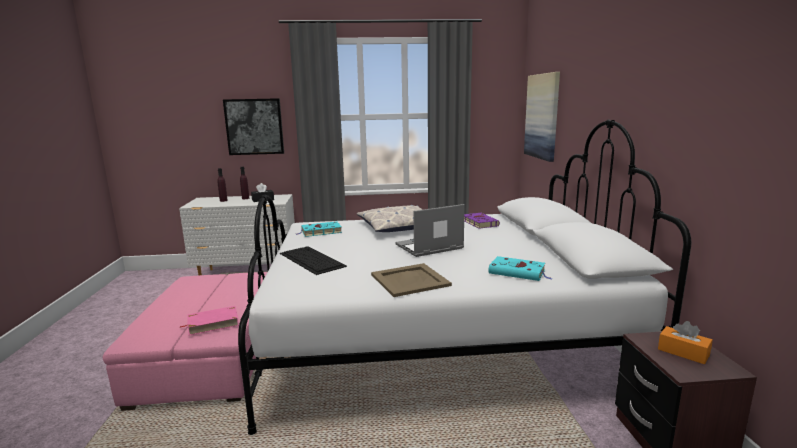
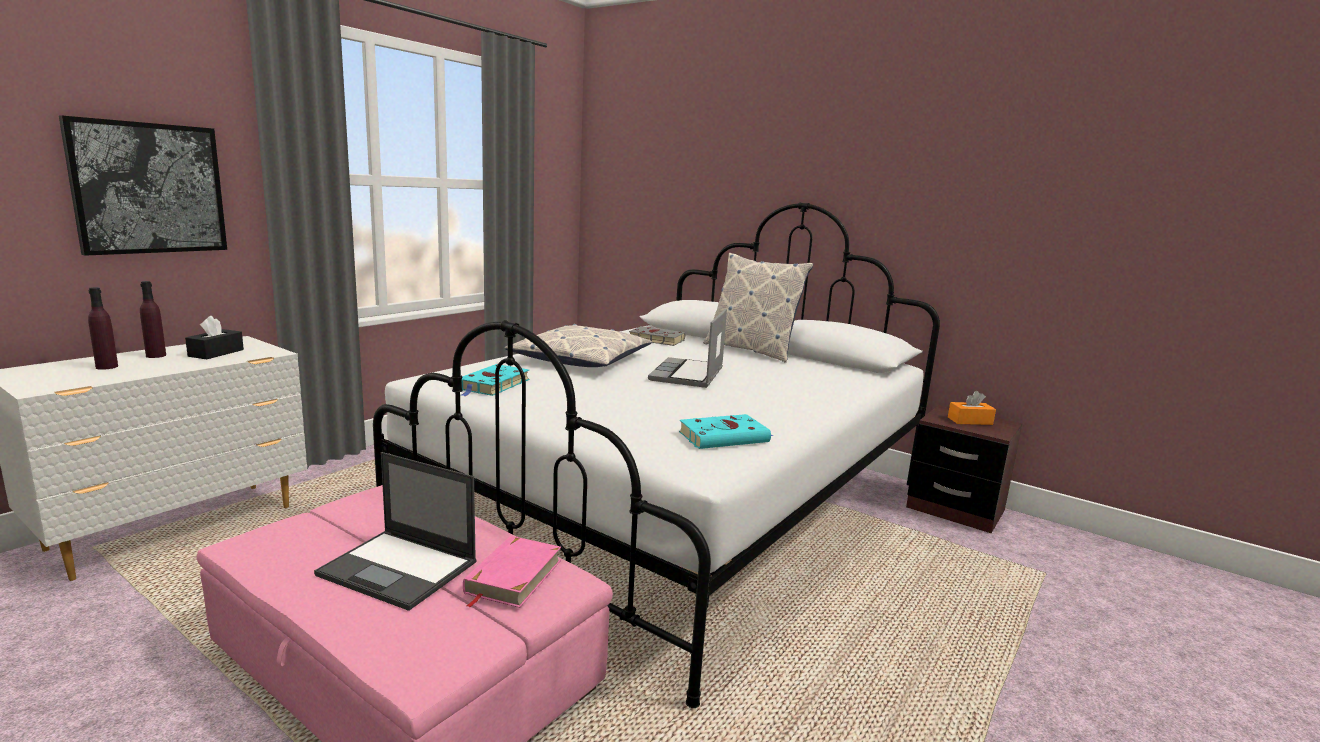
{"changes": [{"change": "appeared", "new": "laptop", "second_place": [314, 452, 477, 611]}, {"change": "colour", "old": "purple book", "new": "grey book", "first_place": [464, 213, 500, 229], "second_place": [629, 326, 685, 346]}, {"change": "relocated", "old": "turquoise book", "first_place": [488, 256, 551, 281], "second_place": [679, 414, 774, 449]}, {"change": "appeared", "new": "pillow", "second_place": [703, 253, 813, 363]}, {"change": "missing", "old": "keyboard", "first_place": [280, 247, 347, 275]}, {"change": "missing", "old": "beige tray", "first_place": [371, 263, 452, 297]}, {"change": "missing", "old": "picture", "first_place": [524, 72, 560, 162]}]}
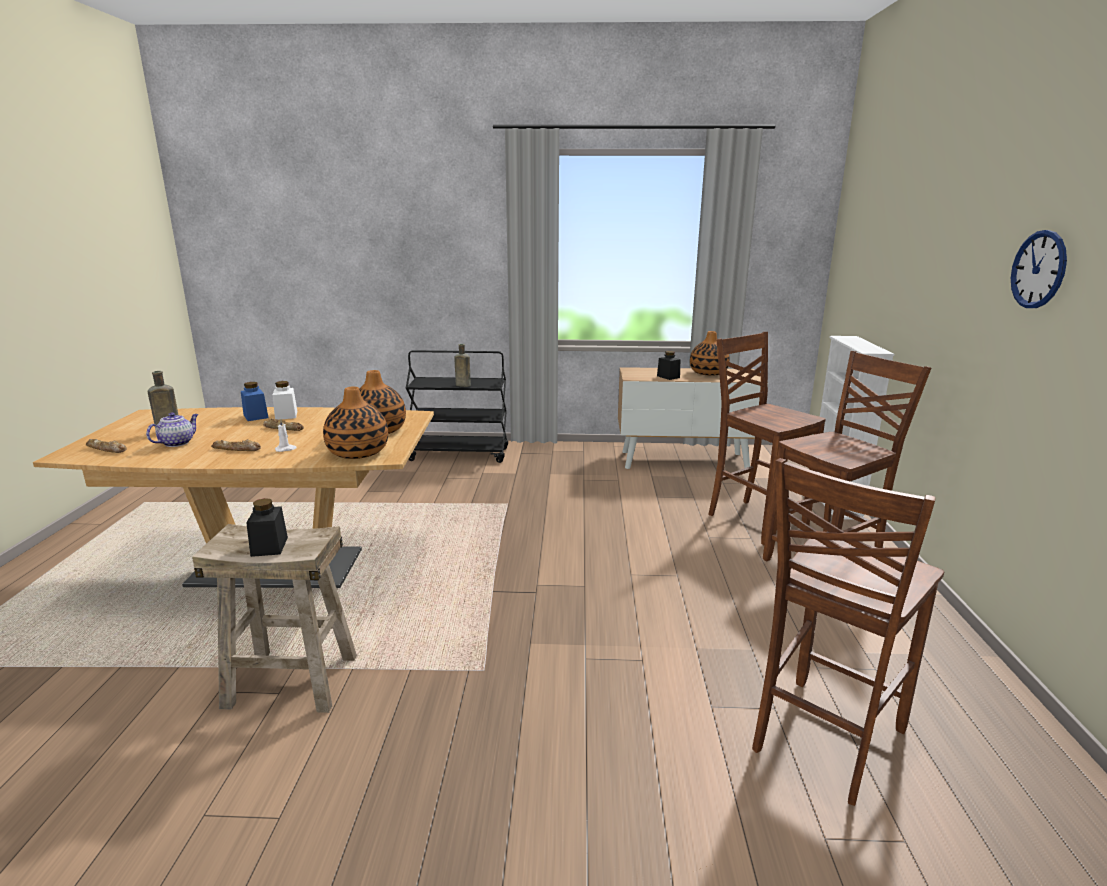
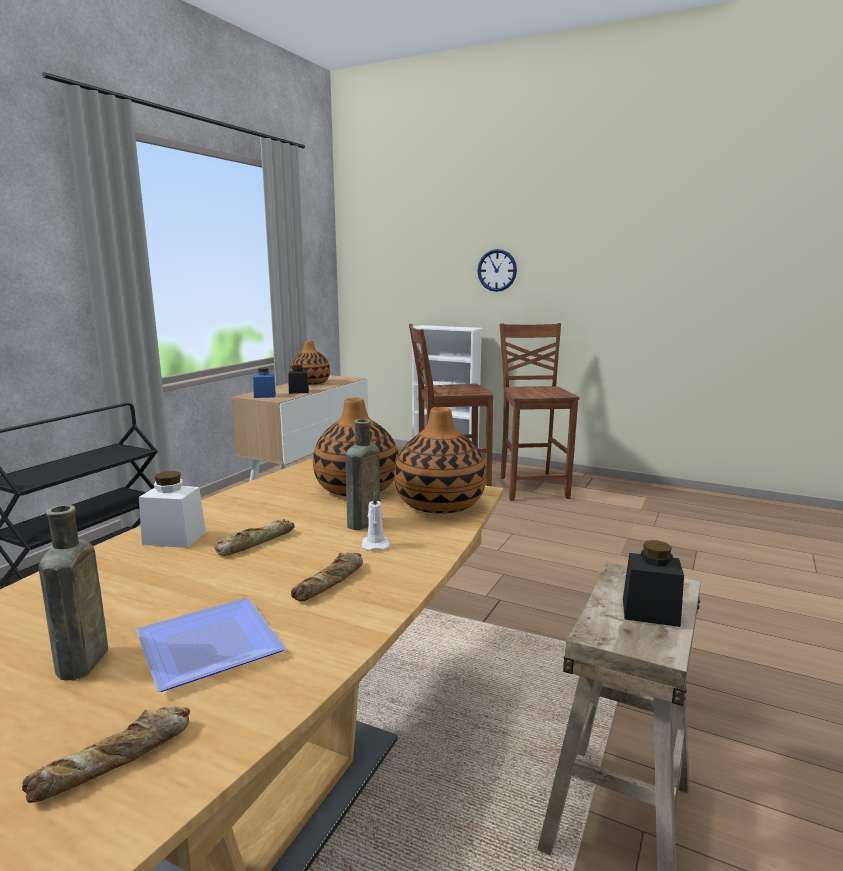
{"changes": [{"change": "exchanged", "old": "teapot", "new": "plate", "first_place": [146, 413, 199, 447], "second_place": [136, 597, 286, 692]}, {"change": "relocated", "old": "blue jar", "first_place": [241, 382, 269, 421], "second_place": [253, 368, 276, 398]}, {"change": "relocated", "old": "brown bottle", "first_place": [454, 344, 471, 387], "second_place": [346, 419, 380, 530]}, {"change": "relocated", "old": "wall clock", "first_place": [1011, 230, 1067, 308], "second_place": [477, 249, 517, 292]}, {"change": "missing", "old": "brown chair", "first_place": [752, 458, 944, 806]}]}
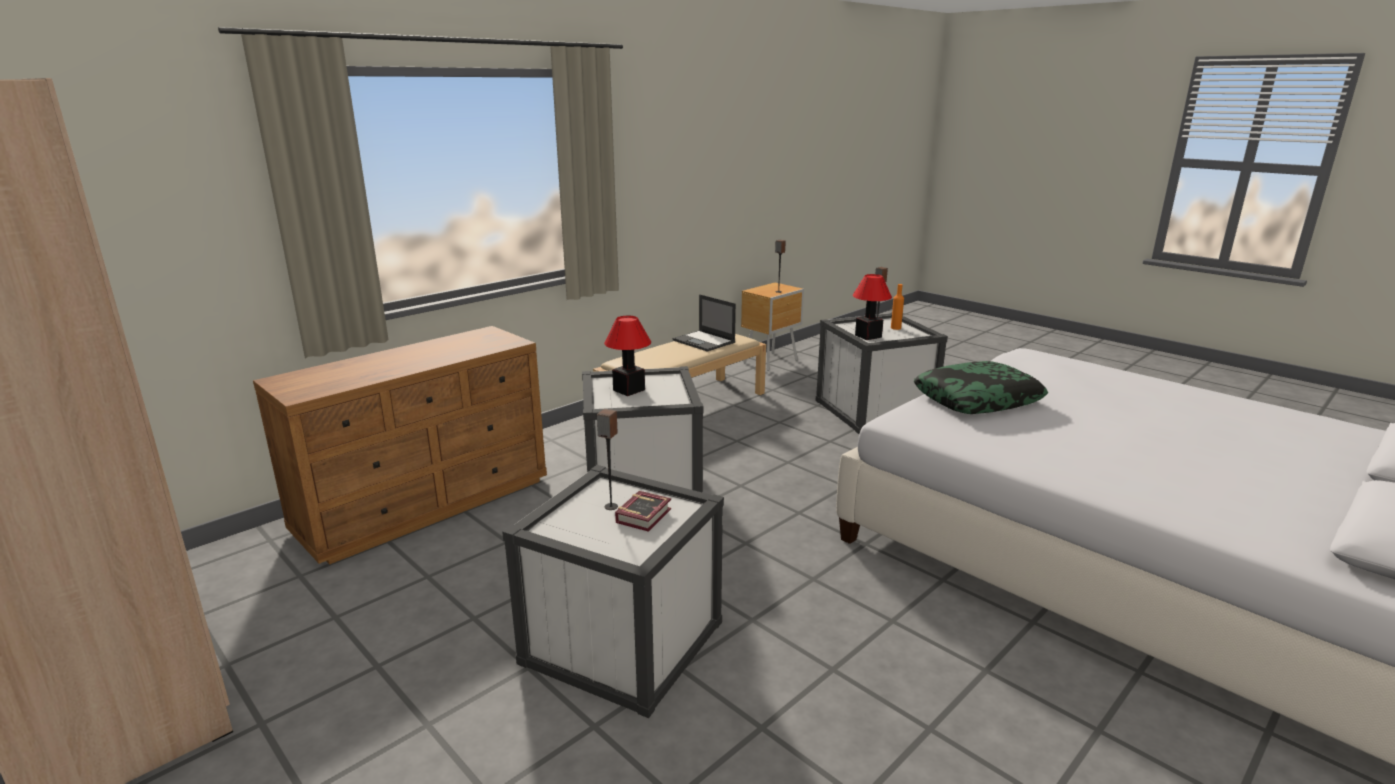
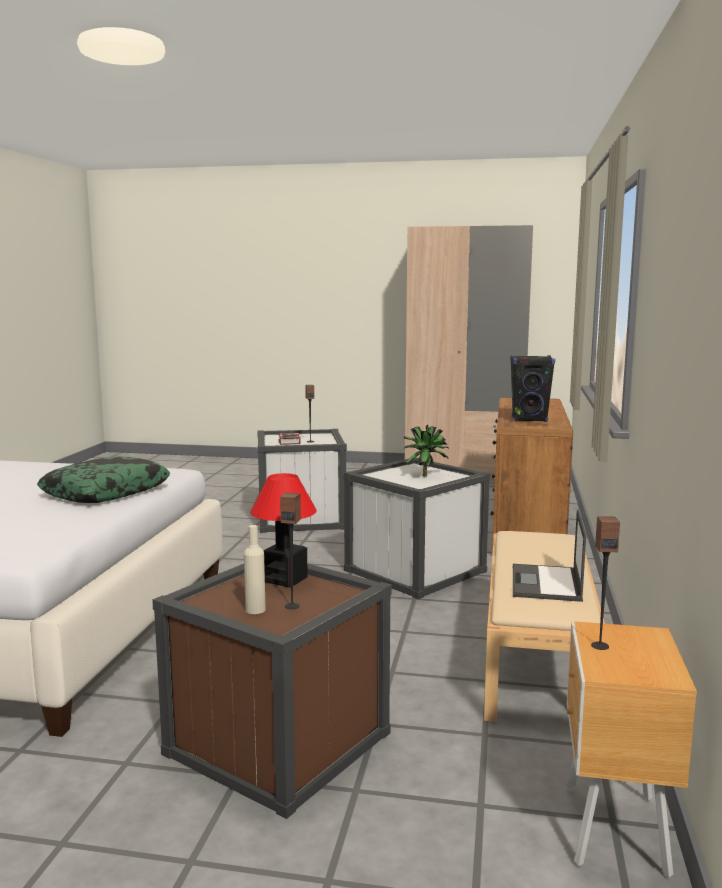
{"changes": [{"change": "colour", "old": "white storage box", "new": "brown storage box", "first_place": [815, 313, 948, 434], "second_place": [152, 563, 392, 819]}, {"change": "colour", "old": "orange bottle", "new": "beige bottle", "first_place": [891, 284, 904, 330], "second_place": [244, 525, 266, 614]}, {"change": "exchanged", "old": "table lamp", "new": "potted plant", "first_place": [604, 316, 651, 396], "second_place": [403, 425, 450, 477]}, {"change": "appeared", "new": "black speaker", "second_place": [510, 355, 555, 422]}, {"change": "spun", "old": "laptop", "first_place": [672, 294, 736, 352], "second_place": [513, 509, 586, 602], "degrees": -90}]}
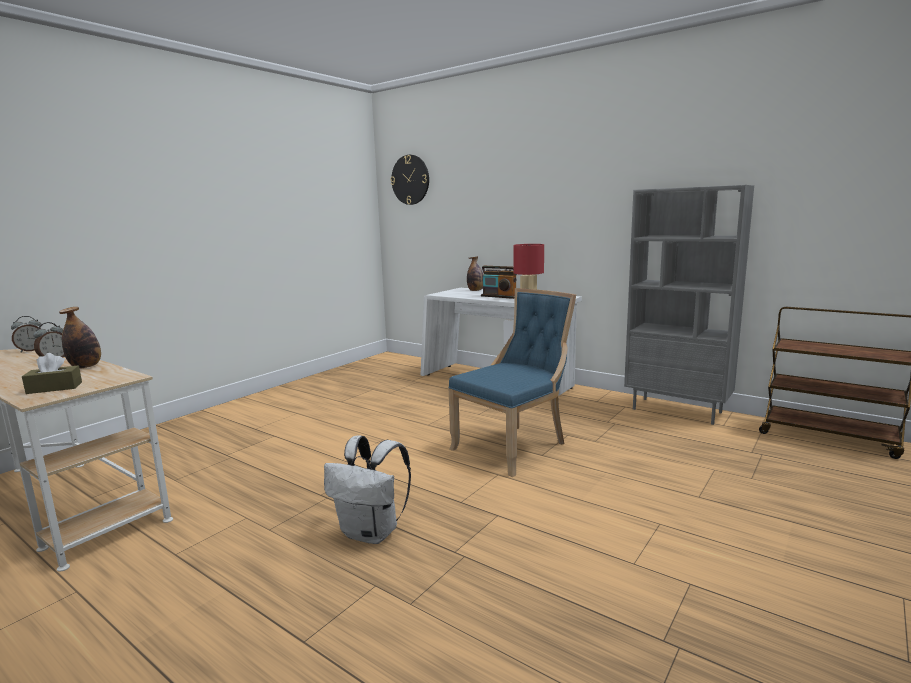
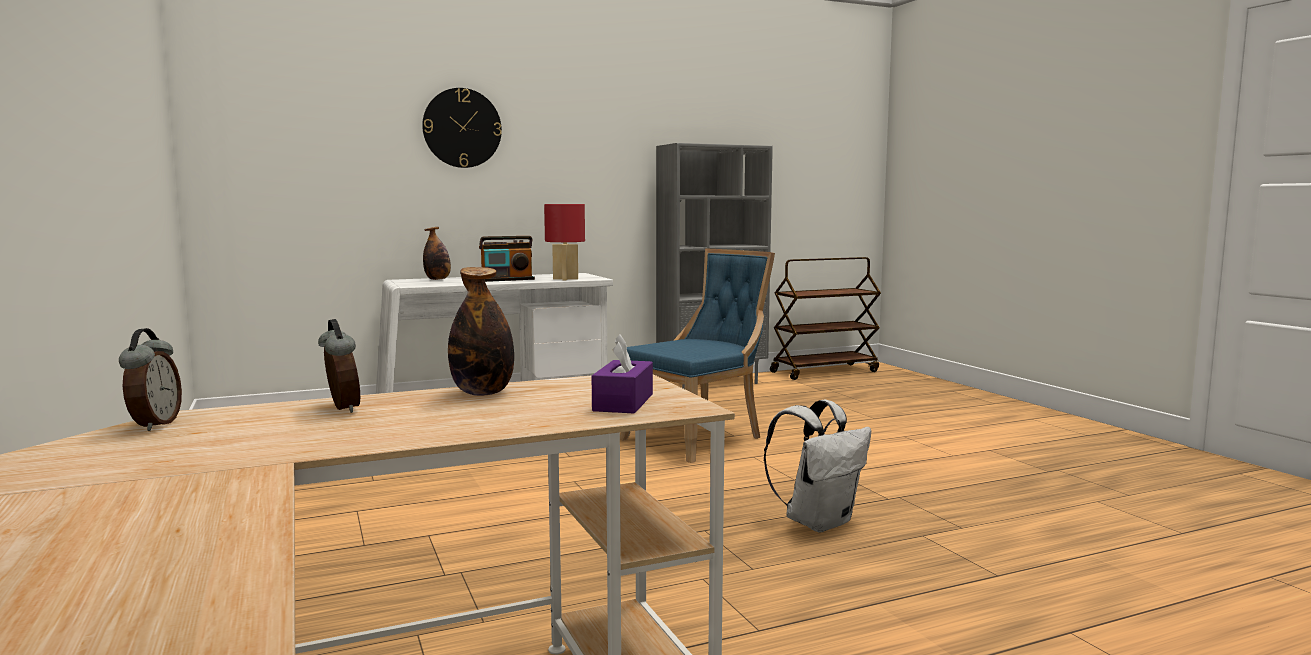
{"changes": [{"change": "relocated", "old": "wall clock", "first_place": [391, 155, 429, 205], "second_place": [422, 88, 502, 168]}, {"change": "colour", "old": "brown tissue box", "new": "purple tissue box", "first_place": [22, 353, 82, 394], "second_place": [592, 334, 653, 414]}, {"change": "spun", "old": "blue chair", "first_place": [448, 288, 576, 477], "second_place": [620, 249, 775, 463], "degrees": 60}]}
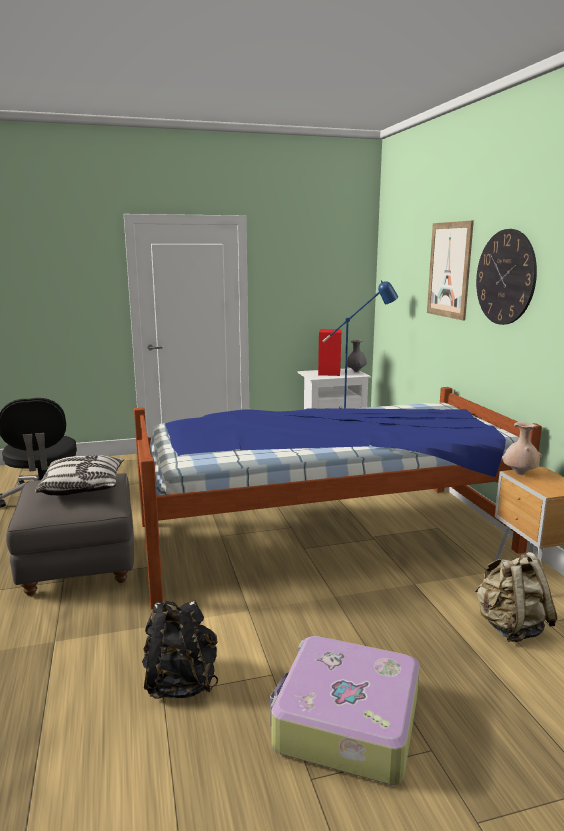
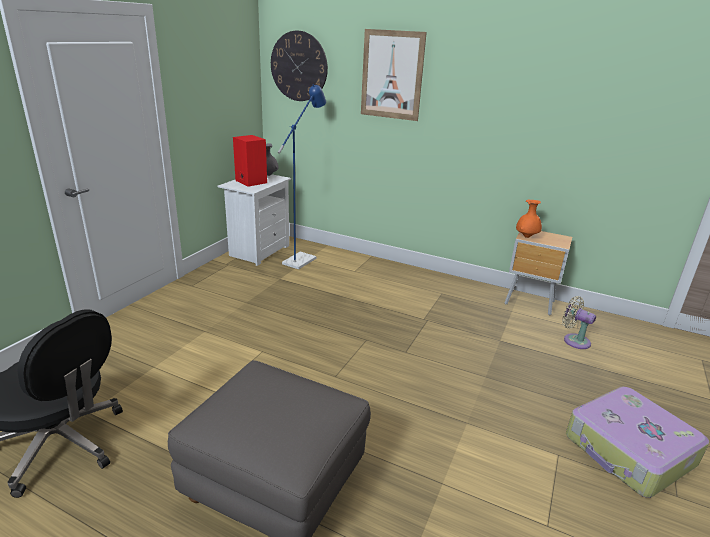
{"changes": [{"change": "relocated", "old": "wall clock", "first_place": [476, 229, 537, 325], "second_place": [271, 31, 328, 101]}, {"change": "colour", "old": "beige vase", "new": "orange vase", "first_place": [502, 422, 542, 475], "second_place": [516, 200, 542, 238]}, {"change": "exchanged", "old": "beige backpack", "new": "beige fan", "first_place": [475, 552, 558, 642], "second_place": [562, 296, 596, 349]}, {"change": "missing", "old": "pillow", "first_place": [35, 455, 124, 496]}, {"change": "missing", "old": "bed", "first_place": [134, 387, 542, 609]}, {"change": "missing", "old": "black backpack", "first_place": [142, 601, 218, 699]}]}
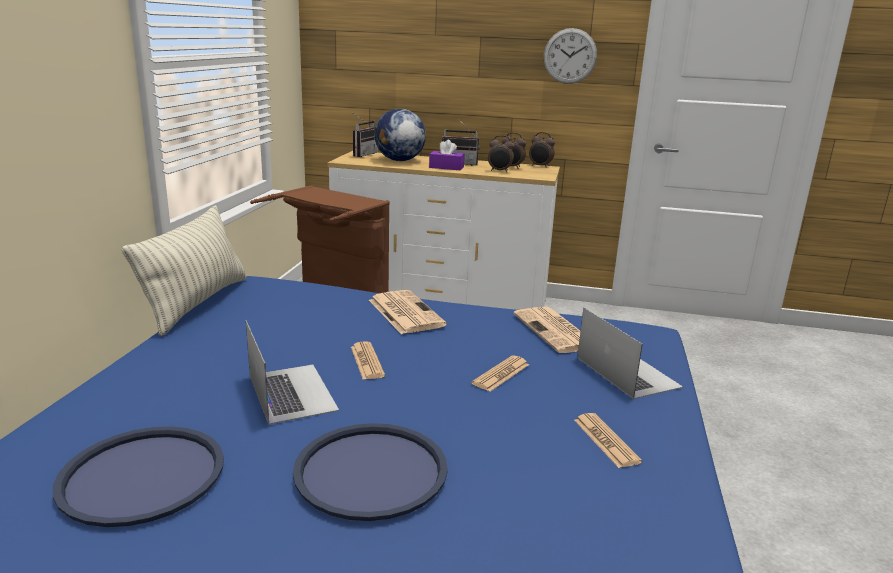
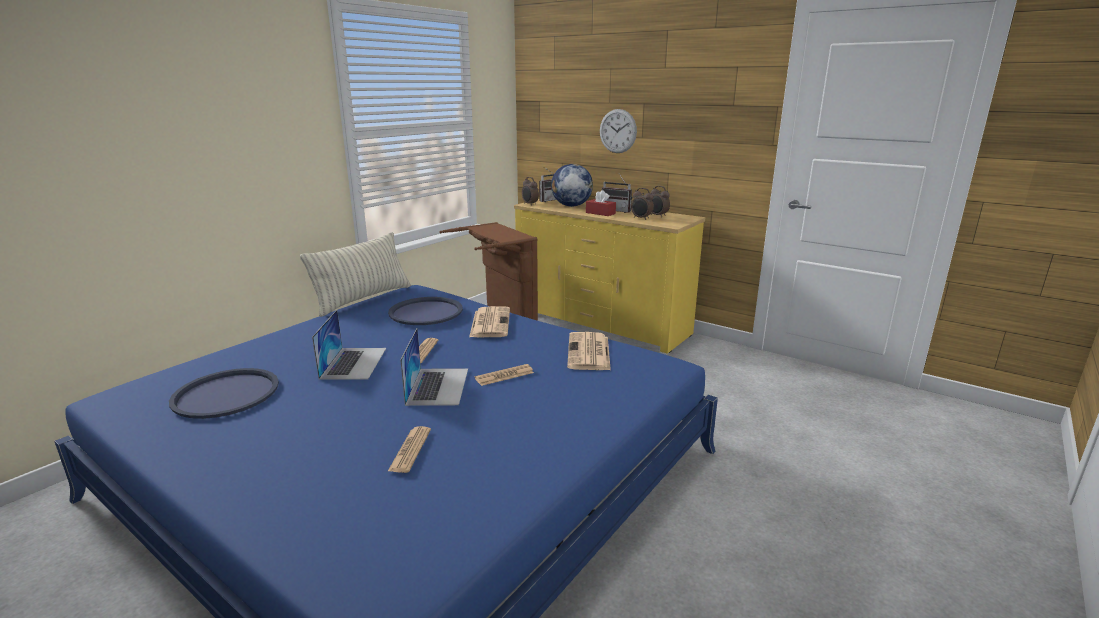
{"changes": [{"change": "relocated", "old": "newspaper", "first_place": [574, 413, 642, 468], "second_place": [387, 426, 431, 473]}, {"change": "relocated", "old": "blue tray", "first_place": [293, 423, 448, 521], "second_place": [388, 297, 463, 325]}, {"change": "relocated", "old": "laptop", "first_place": [577, 307, 683, 399], "second_place": [400, 328, 468, 406]}, {"change": "colour", "old": "white dresser", "new": "yellow dresser", "first_place": [327, 151, 560, 310], "second_place": [514, 199, 705, 354]}, {"change": "relocated", "old": "alarm clock", "first_place": [529, 132, 555, 168], "second_place": [522, 177, 539, 206]}, {"change": "colour", "old": "purple tissue box", "new": "red tissue box", "first_place": [429, 140, 465, 170], "second_place": [586, 190, 616, 216]}, {"change": "relocated", "old": "wall clock", "first_place": [544, 28, 597, 84], "second_place": [600, 109, 637, 153]}]}
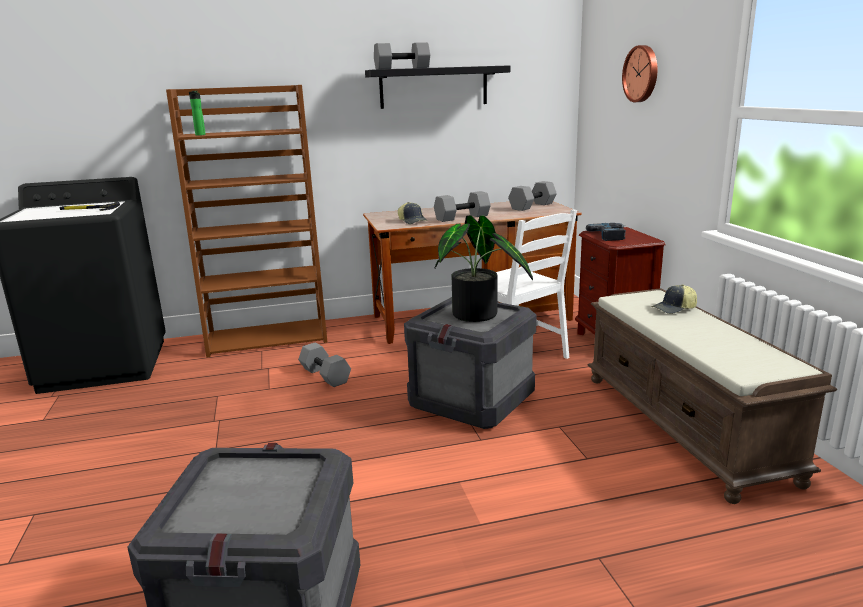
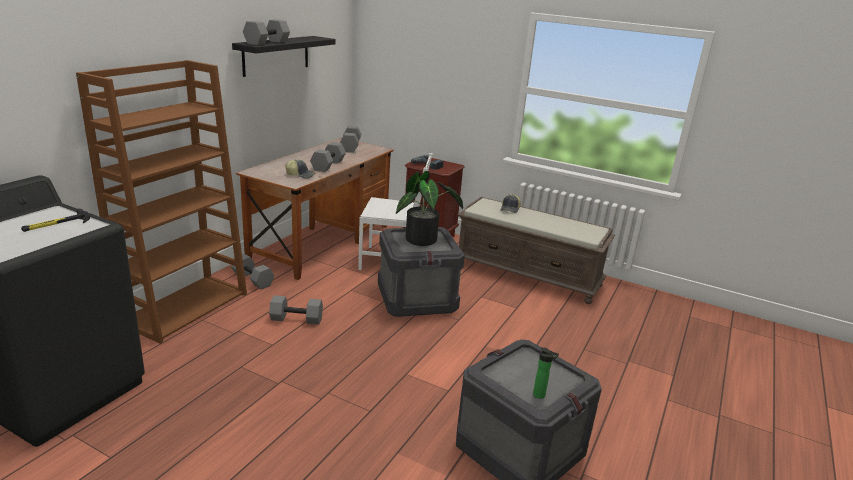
{"changes": [{"change": "appeared", "new": "grey dumbbell", "second_place": [231, 254, 274, 289]}, {"change": "relocated", "old": "bottle", "first_place": [189, 91, 206, 136], "second_place": [533, 348, 559, 399]}, {"change": "missing", "old": "wall clock", "first_place": [622, 45, 657, 102]}]}
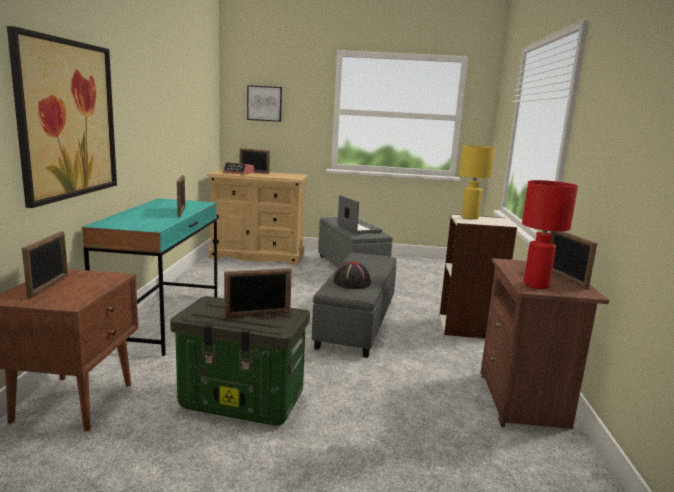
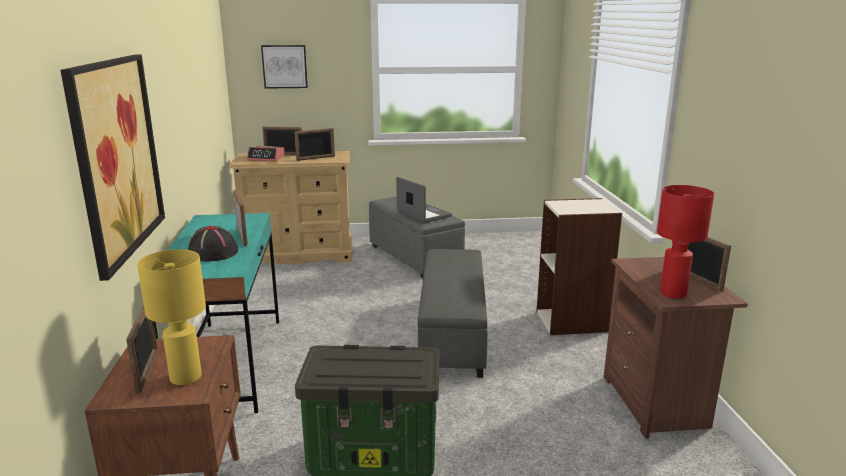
{"changes": [{"change": "relocated", "old": "yellow table lamp", "first_place": [459, 145, 495, 220], "second_place": [137, 249, 206, 385]}, {"change": "relocated", "old": "black hat", "first_place": [333, 261, 371, 289], "second_place": [188, 226, 238, 261]}, {"change": "relocated", "old": "picture frame", "first_place": [224, 268, 292, 318], "second_place": [294, 128, 335, 161]}]}
